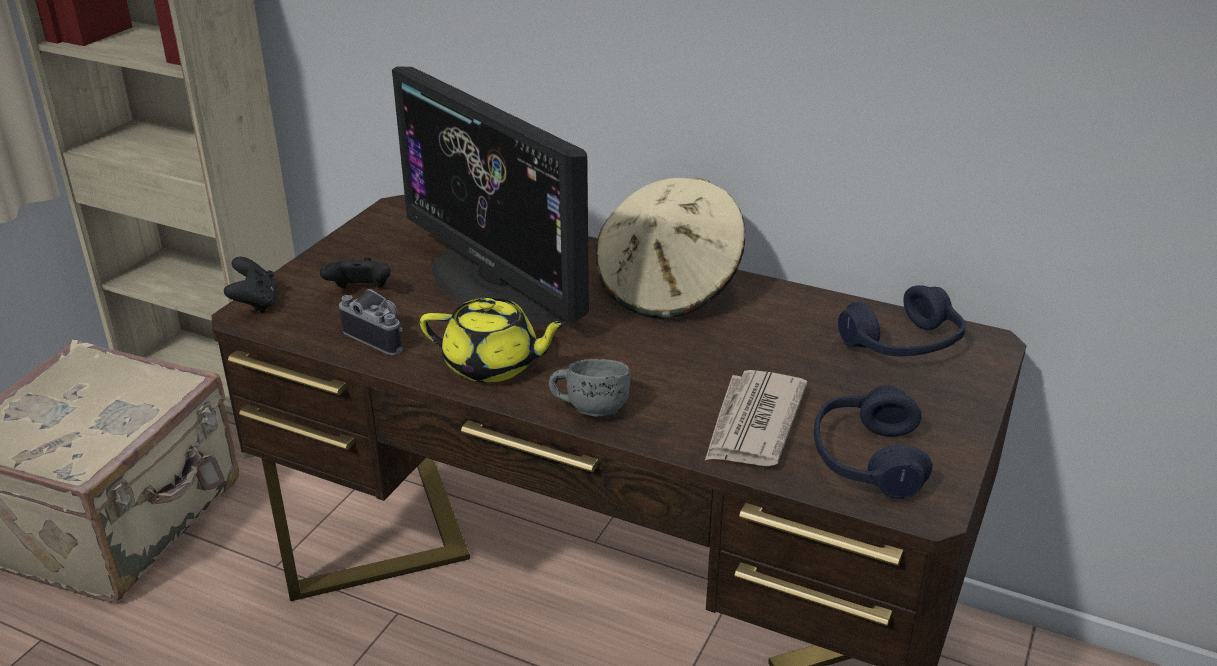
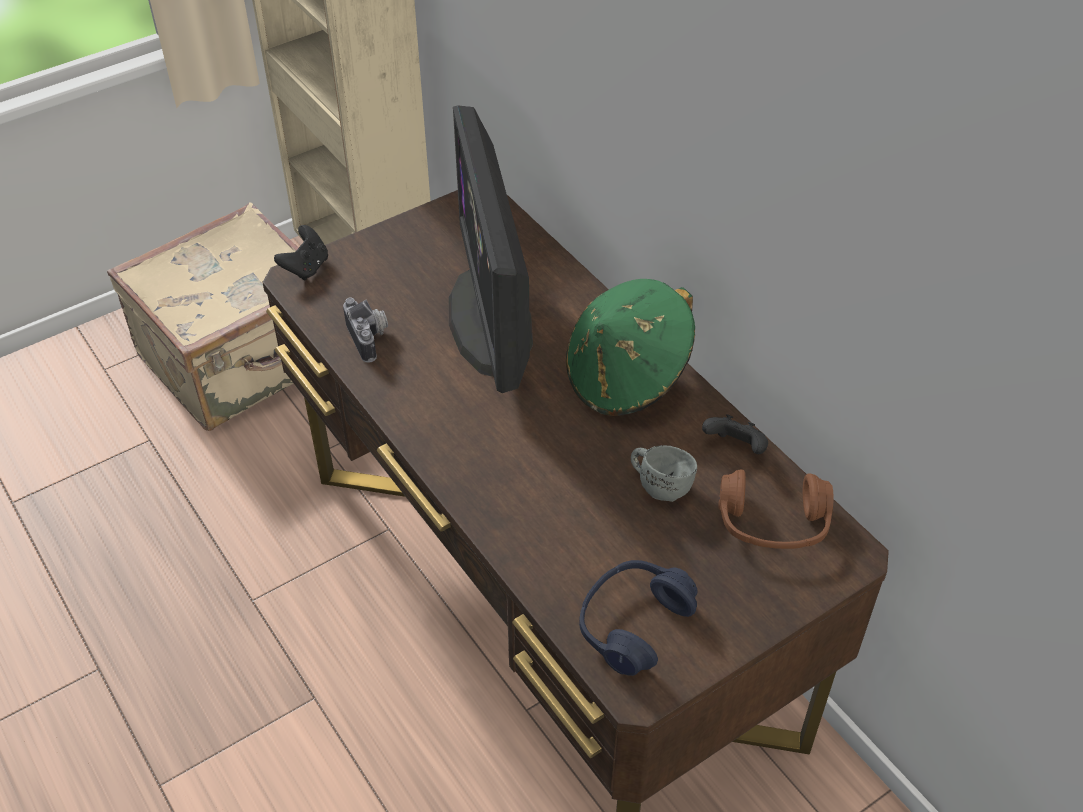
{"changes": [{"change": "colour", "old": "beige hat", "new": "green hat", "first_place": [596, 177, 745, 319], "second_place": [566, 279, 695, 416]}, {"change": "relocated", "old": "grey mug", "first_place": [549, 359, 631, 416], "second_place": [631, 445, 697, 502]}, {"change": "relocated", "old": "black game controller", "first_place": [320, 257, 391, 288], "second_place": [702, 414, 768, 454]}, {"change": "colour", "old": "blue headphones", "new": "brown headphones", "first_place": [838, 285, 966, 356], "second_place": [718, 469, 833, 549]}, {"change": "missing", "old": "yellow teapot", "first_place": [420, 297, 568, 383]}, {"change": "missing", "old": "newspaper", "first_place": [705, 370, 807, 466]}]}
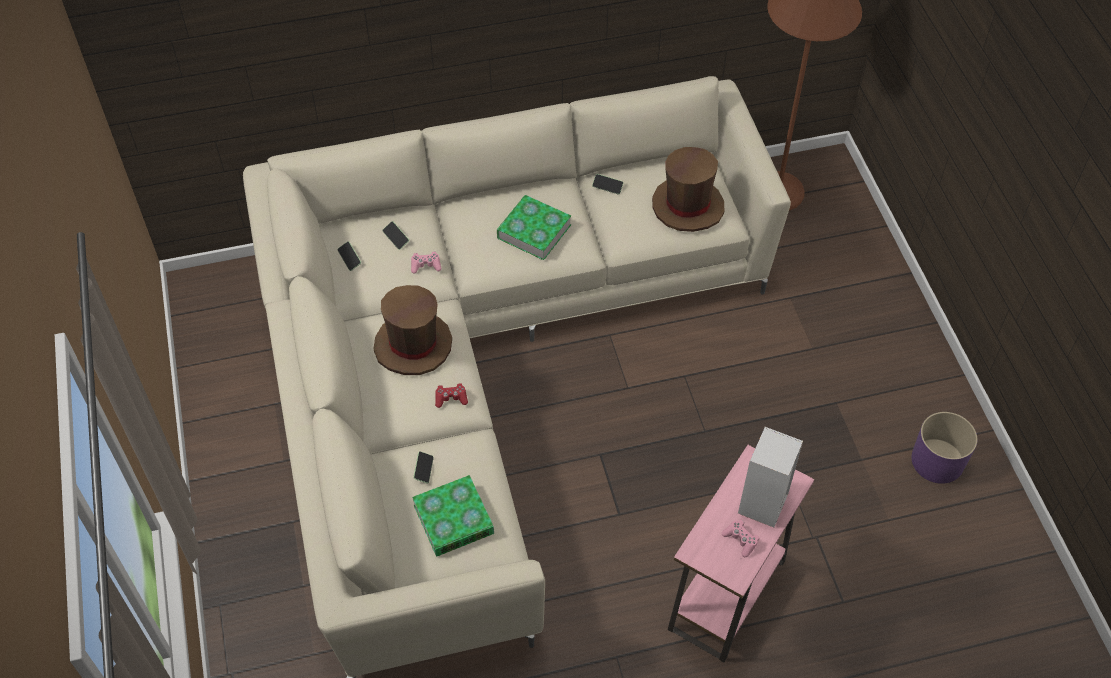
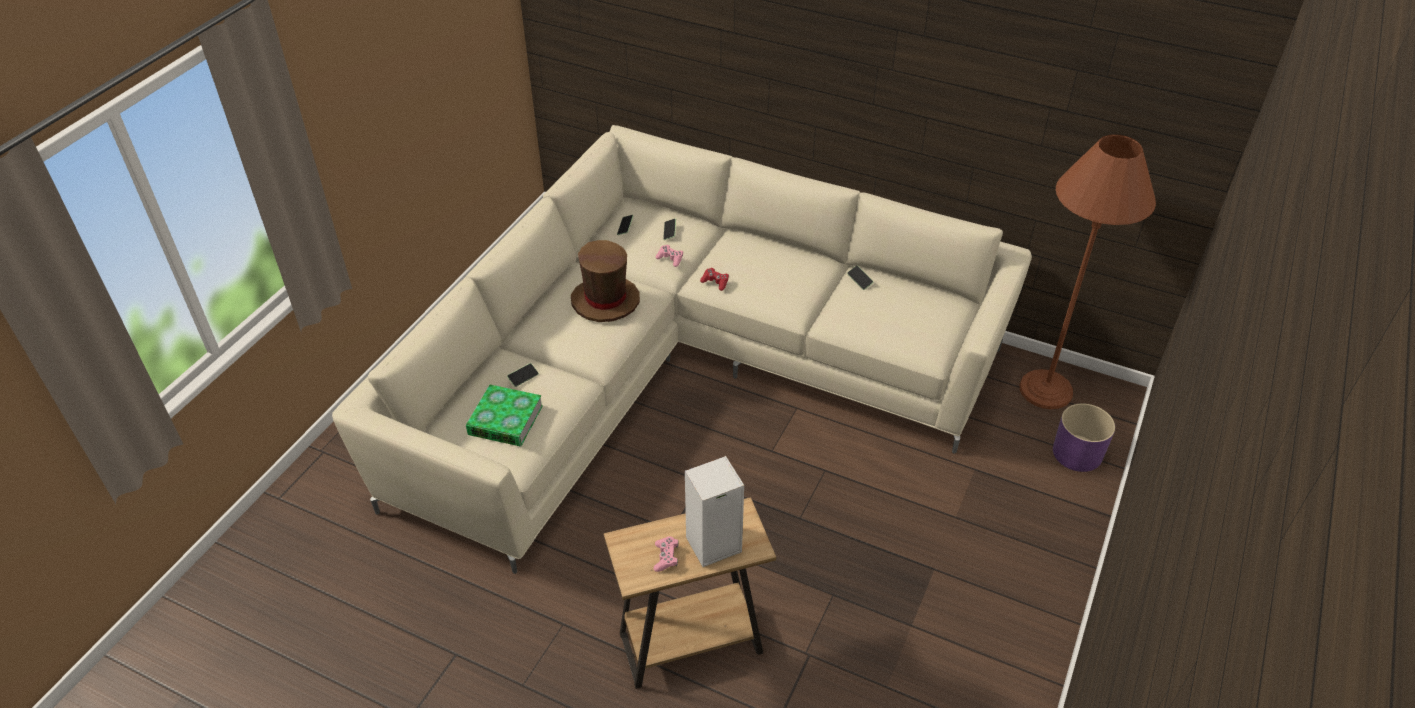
{"changes": [{"change": "colour", "old": "pink side table", "new": "brown side table", "first_place": [668, 445, 814, 662], "second_place": [604, 497, 776, 689]}, {"change": "relocated", "old": "red game controller", "first_place": [435, 383, 468, 408], "second_place": [700, 268, 729, 291]}, {"change": "relocated", "old": "purple planter", "first_place": [911, 412, 977, 484], "second_place": [1053, 403, 1115, 472]}, {"change": "missing", "old": "book", "first_place": [497, 195, 571, 260]}, {"change": "missing", "old": "brown hat", "first_place": [652, 147, 724, 232]}]}
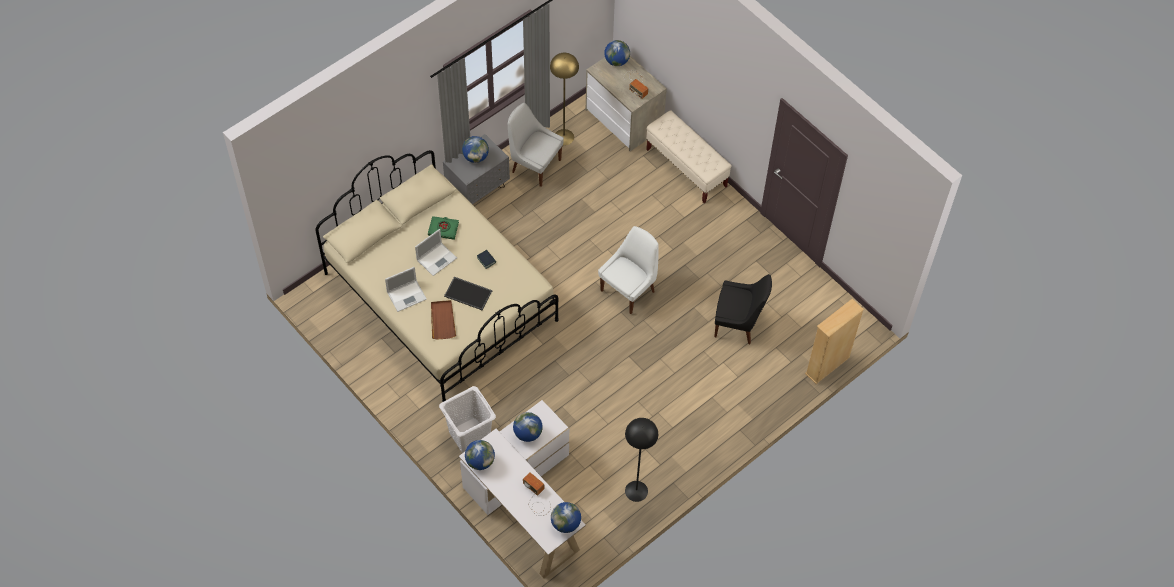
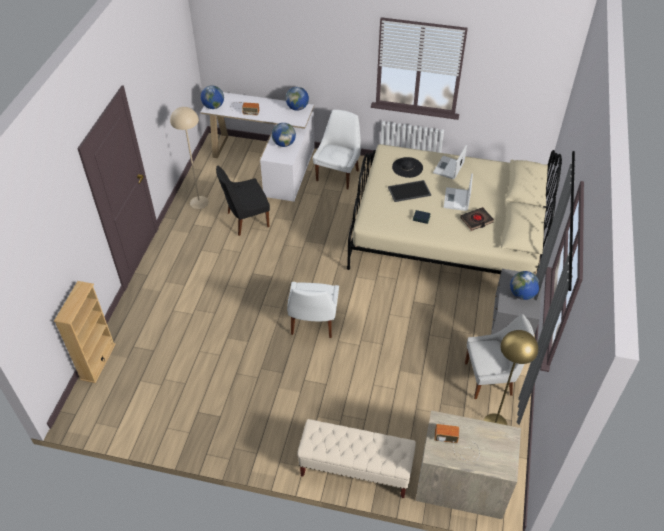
{"changes": [{"change": "colour", "old": "black floor lamp", "new": "beige floor lamp", "first_place": [625, 418, 658, 502], "second_place": [170, 107, 209, 209]}, {"change": "relocated", "old": "black chair", "first_place": [714, 274, 772, 344], "second_place": [216, 165, 270, 236]}, {"change": "exchanged", "old": "white laundry basket", "new": "white chair", "first_place": [439, 386, 496, 453], "second_place": [313, 110, 361, 189]}, {"change": "exchanged", "old": "brown tray", "new": "black hat", "first_place": [431, 300, 456, 339], "second_place": [392, 157, 423, 178]}, {"change": "colour", "old": "green book", "new": "black book", "first_place": [428, 216, 459, 240], "second_place": [460, 207, 494, 231]}, {"change": "missing", "old": "globe", "first_place": [604, 40, 630, 66]}]}
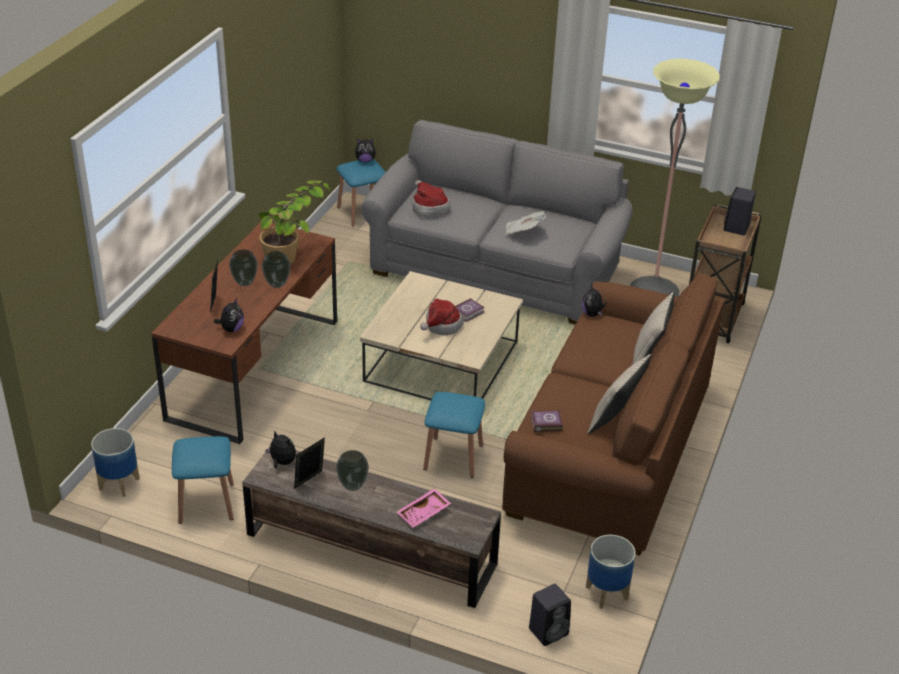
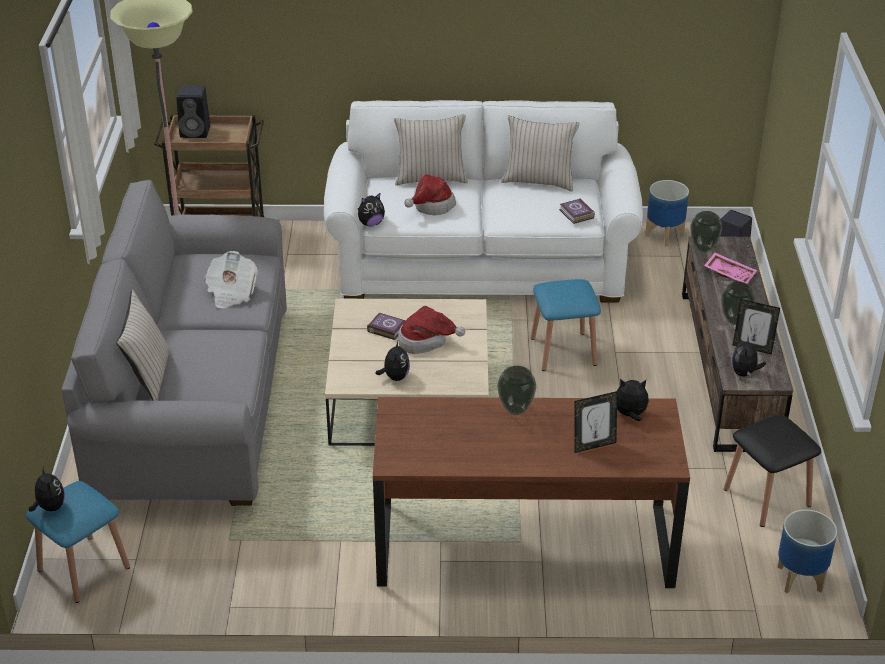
{"changes": [{"change": "appeared", "new": "beige pillow", "second_place": [116, 290, 171, 401]}, {"change": "colour", "old": "brown sofa", "new": "white sofa", "first_place": [502, 273, 725, 556], "second_place": [324, 100, 643, 302]}, {"change": "appeared", "new": "plush toy", "second_place": [376, 341, 410, 381]}, {"change": "relocated", "old": "hat", "first_place": [412, 180, 451, 217], "second_place": [404, 174, 456, 215]}, {"change": "relocated", "old": "vase", "first_place": [229, 249, 258, 286], "second_place": [690, 211, 722, 252]}, {"change": "colour", "old": "blue stool", "new": "black stool", "first_place": [172, 436, 234, 524], "second_place": [724, 415, 821, 527]}, {"change": "missing", "old": "potted plant", "first_place": [259, 181, 331, 265]}]}
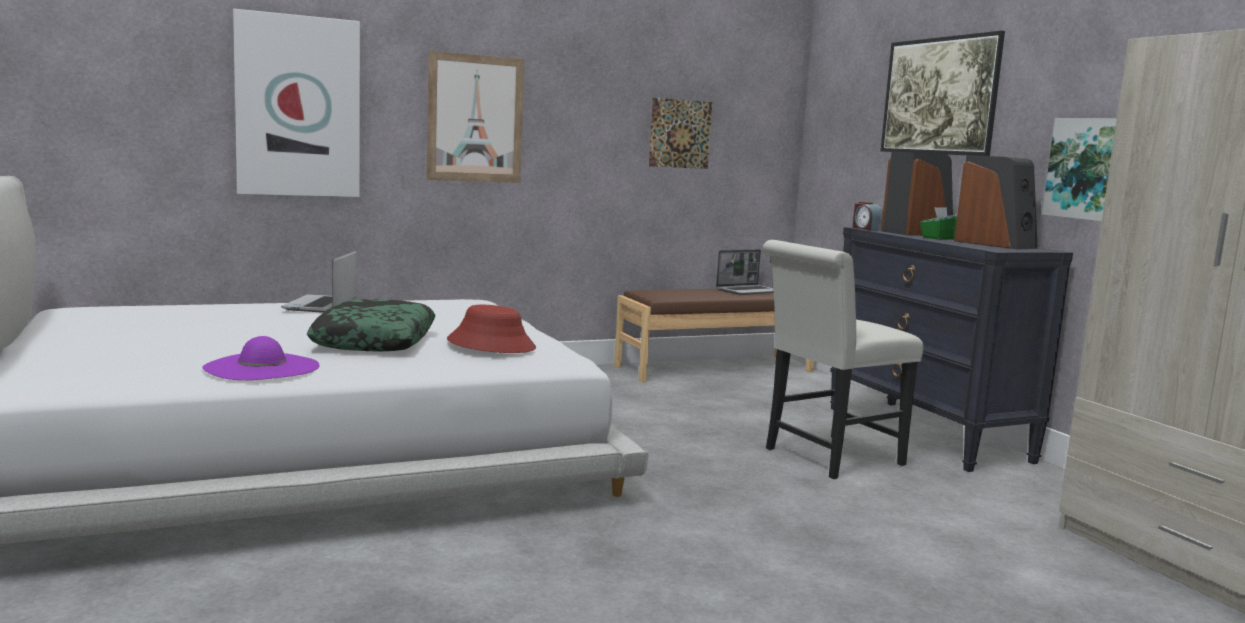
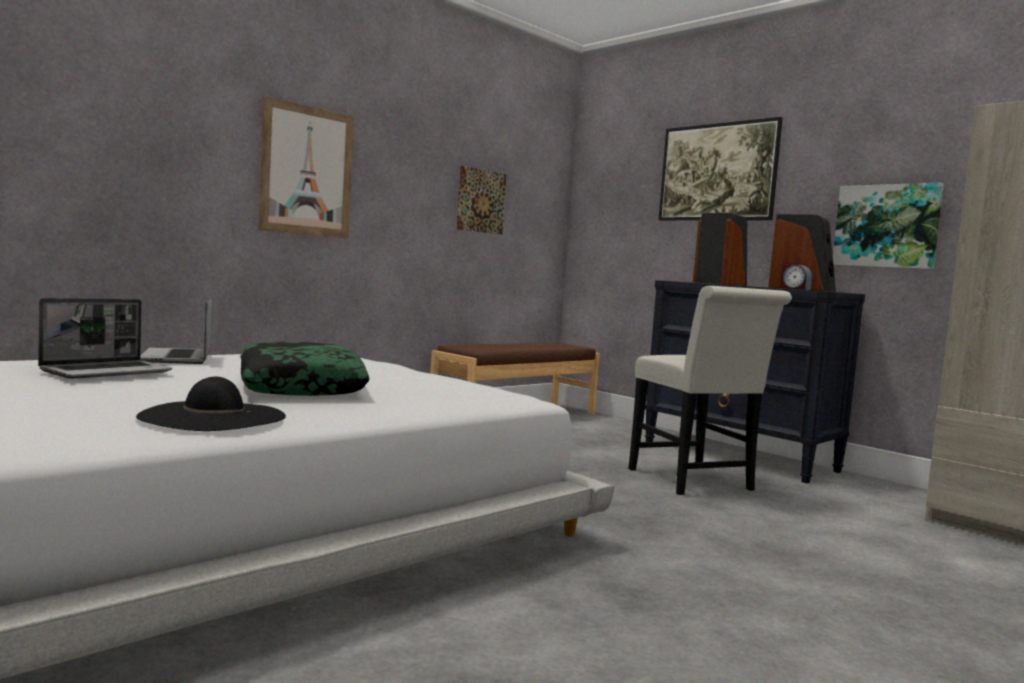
{"changes": [{"change": "relocated", "old": "laptop", "first_place": [716, 249, 774, 295], "second_place": [38, 298, 172, 379]}, {"change": "colour", "old": "purple hat", "new": "black hat", "first_place": [202, 336, 320, 380], "second_place": [136, 376, 286, 431]}, {"change": "spun", "old": "white chair", "first_place": [763, 240, 924, 479], "second_place": [628, 286, 792, 495], "degrees": -60}, {"change": "relocated", "old": "alarm clock", "first_place": [853, 202, 883, 231], "second_place": [779, 263, 812, 290]}, {"change": "missing", "old": "picture", "first_place": [233, 9, 360, 197]}, {"change": "missing", "old": "red hat", "first_place": [447, 305, 536, 353]}, {"change": "missing", "old": "green tissue box", "first_place": [920, 207, 957, 240]}]}
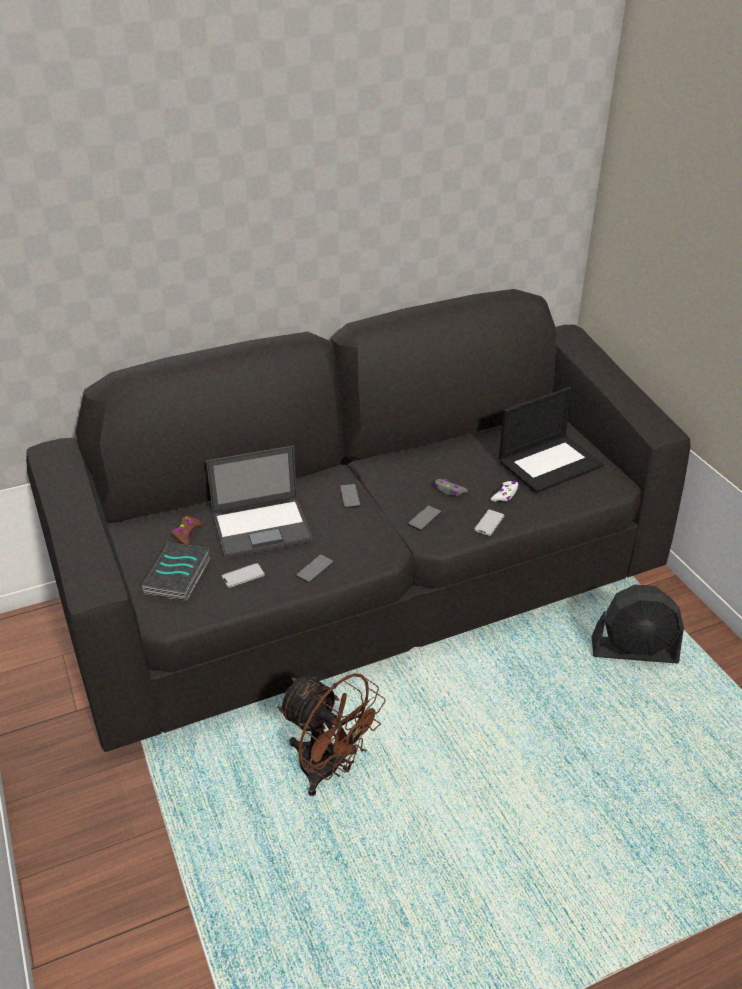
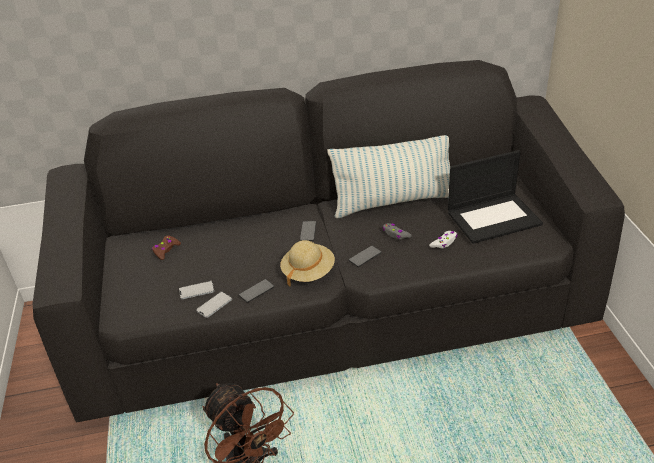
{"changes": [{"change": "relocated", "old": "phone", "first_place": [474, 509, 505, 536], "second_place": [196, 291, 232, 318]}, {"change": "appeared", "new": "beige hat", "second_place": [280, 240, 335, 287]}, {"change": "appeared", "new": "pillow", "second_place": [327, 135, 450, 218]}, {"change": "missing", "old": "book", "first_place": [142, 542, 210, 602]}, {"change": "missing", "old": "laptop", "first_place": [206, 446, 313, 559]}, {"change": "missing", "old": "black fan", "first_place": [591, 585, 684, 663]}]}
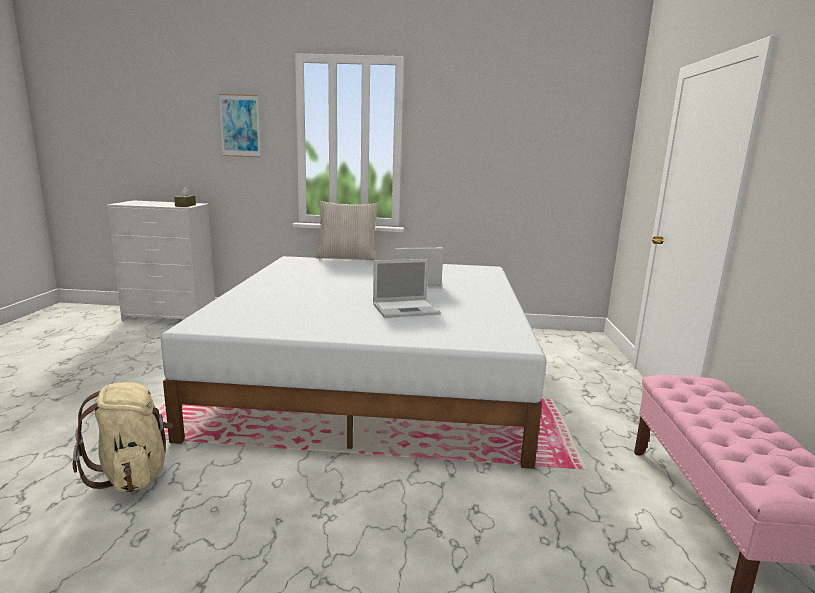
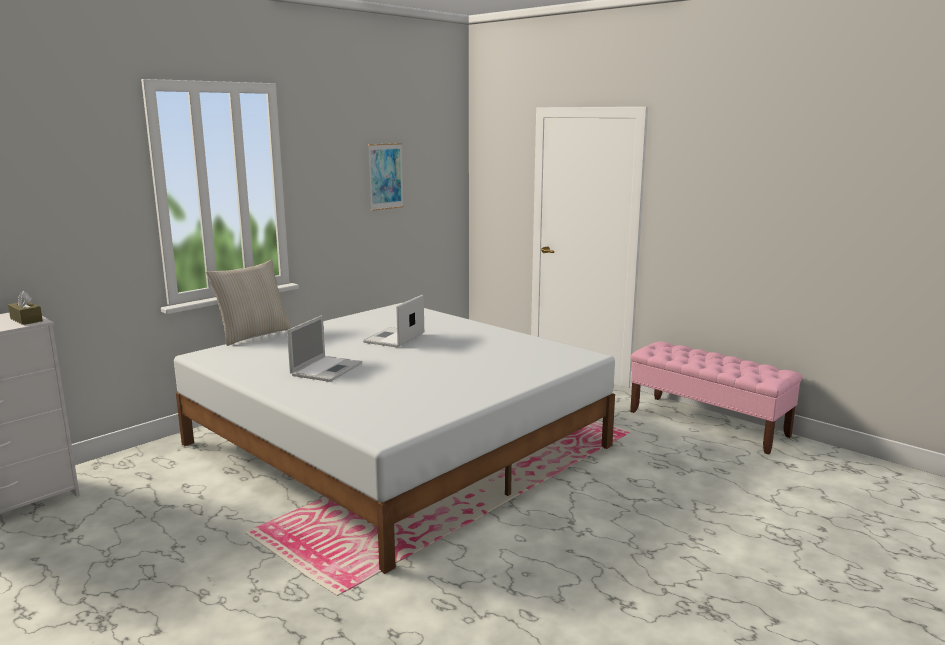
{"changes": [{"change": "relocated", "old": "laptop", "first_place": [373, 259, 441, 318], "second_place": [287, 315, 362, 382]}, {"change": "relocated", "old": "picture", "first_place": [219, 94, 261, 157], "second_place": [368, 143, 404, 211]}, {"change": "missing", "old": "beige backpack", "first_place": [73, 382, 173, 492]}]}
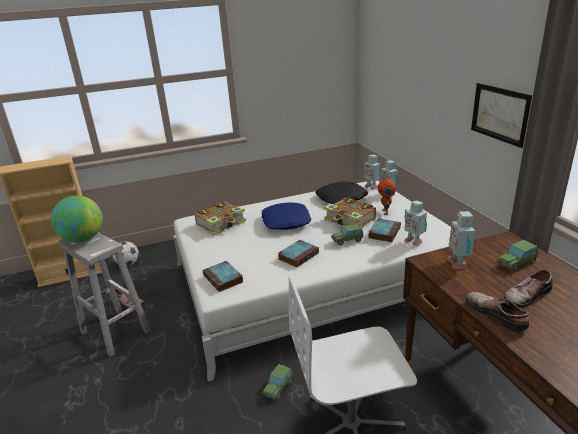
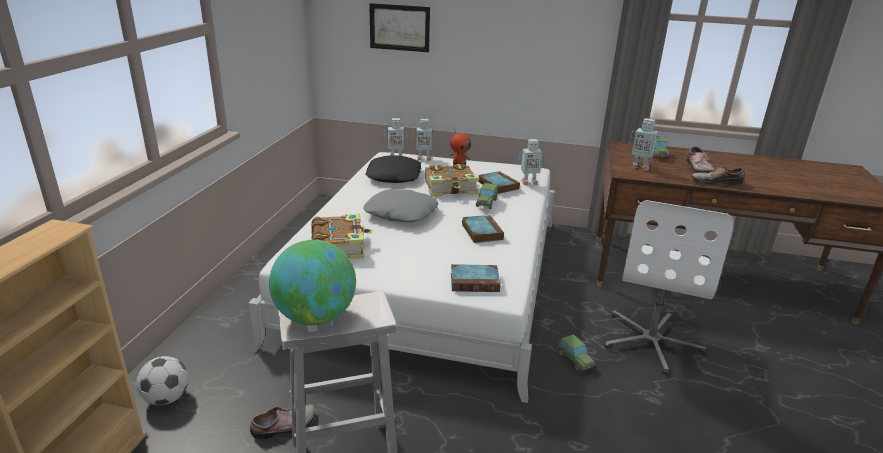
{"changes": [{"change": "colour", "old": "blue pillow", "new": "grey pillow", "first_place": [262, 202, 312, 230], "second_place": [363, 189, 438, 222]}, {"change": "relocated", "old": "picture", "first_place": [471, 83, 532, 148], "second_place": [369, 3, 430, 52]}]}
